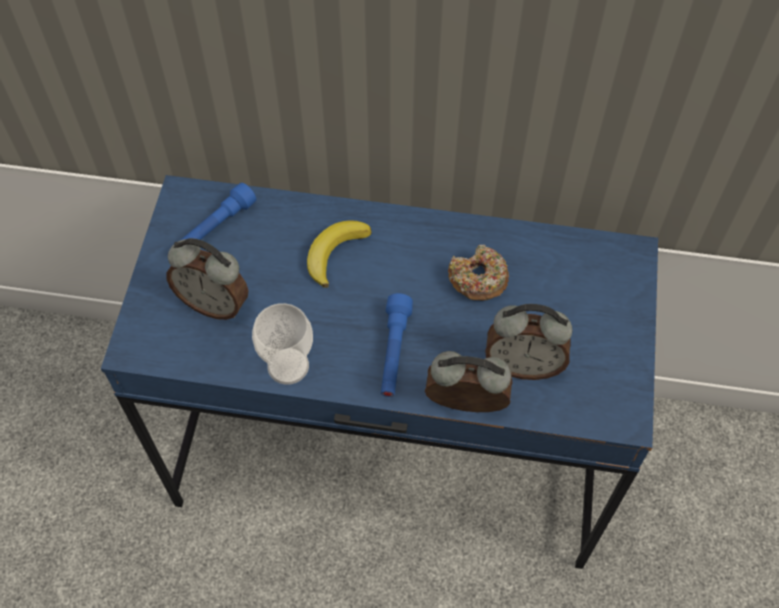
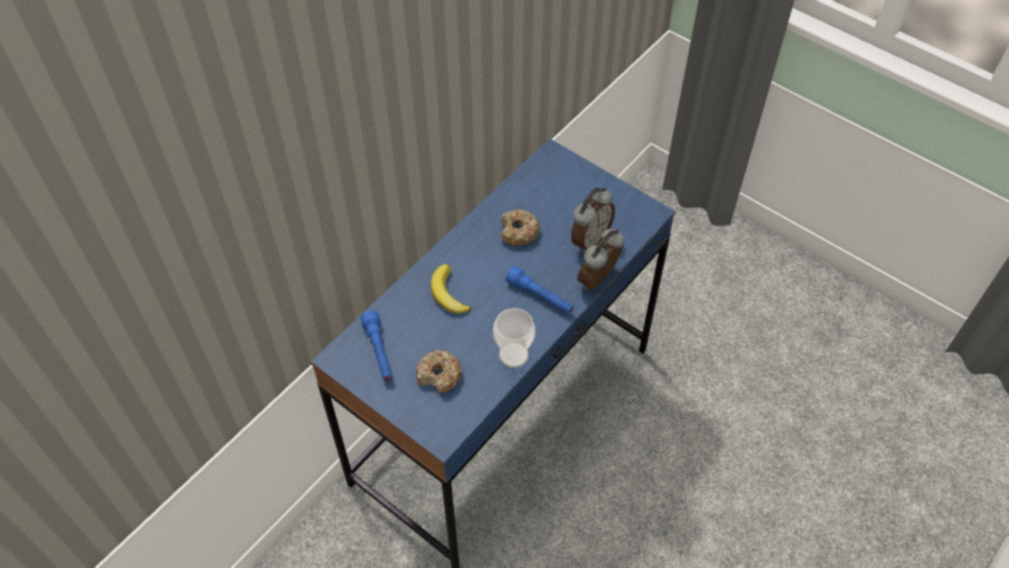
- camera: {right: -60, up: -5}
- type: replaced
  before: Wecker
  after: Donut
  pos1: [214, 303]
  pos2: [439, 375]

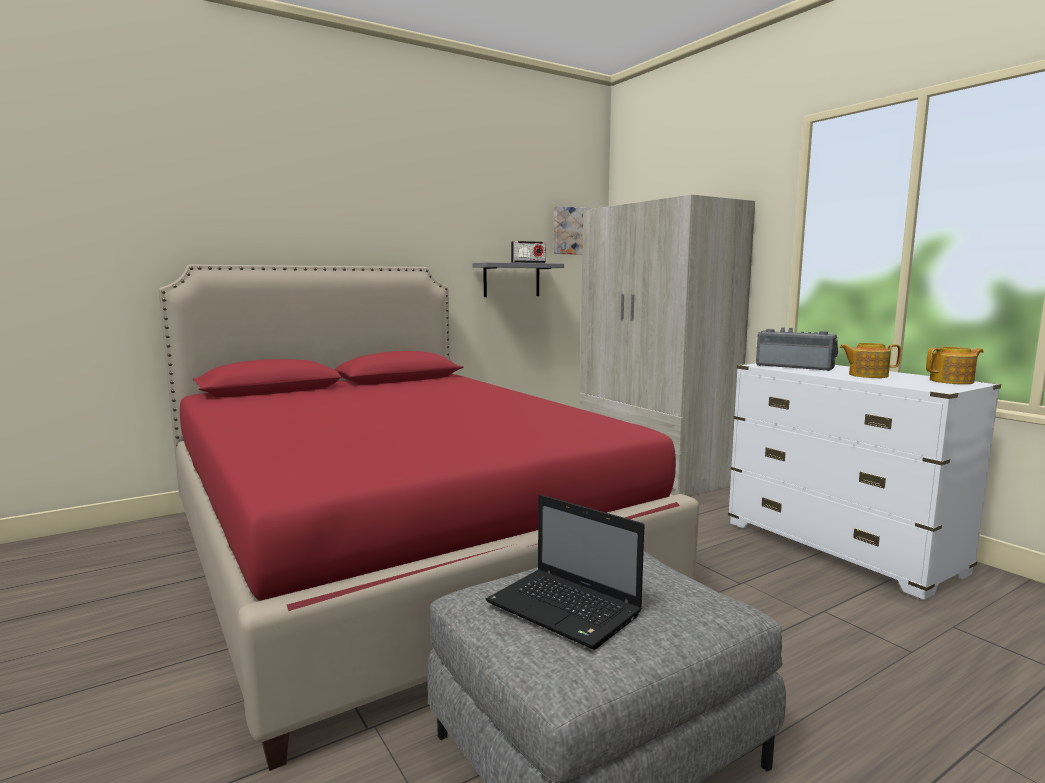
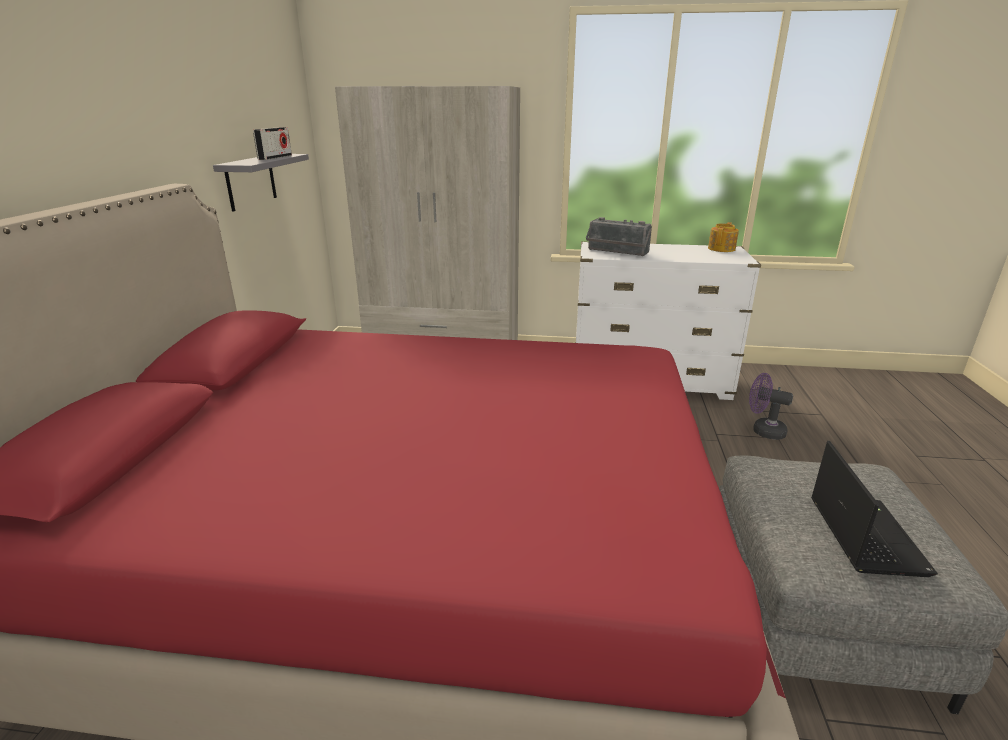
- camera: {right: -50, up: 15}
- type: removed
  before: Bild
  pos1: [572, 231]
- type: turned
  before: Radio
  pos1: [795, 367]
  pos2: [616, 252]
  turn: -135
- type: removed
  before: Teekanne
  pos1: [867, 375]
- type: turned
  before: Laptop
  pos1: [566, 610]
  pos2: [864, 534]
  turn: -75
- type: added
  after: Ventilator [lila]
  pos2: [763, 430]

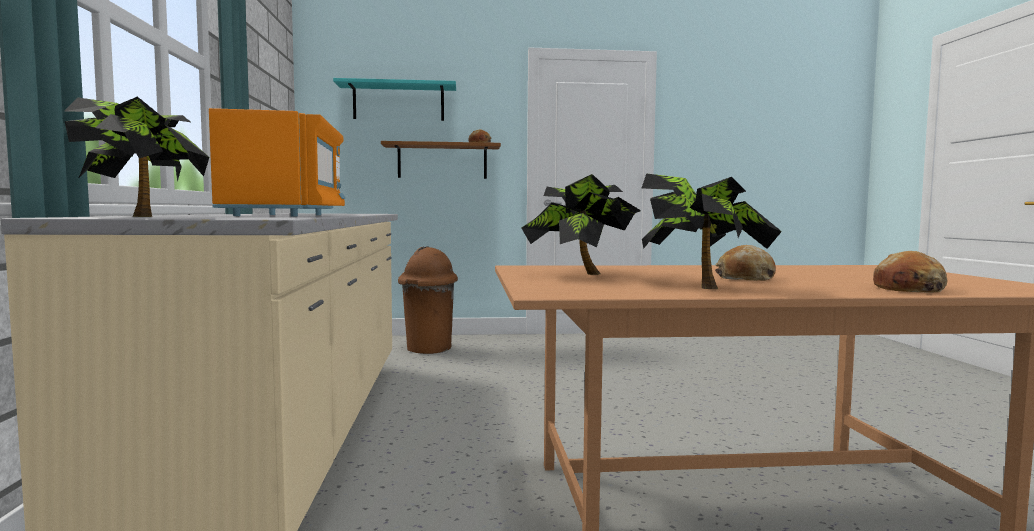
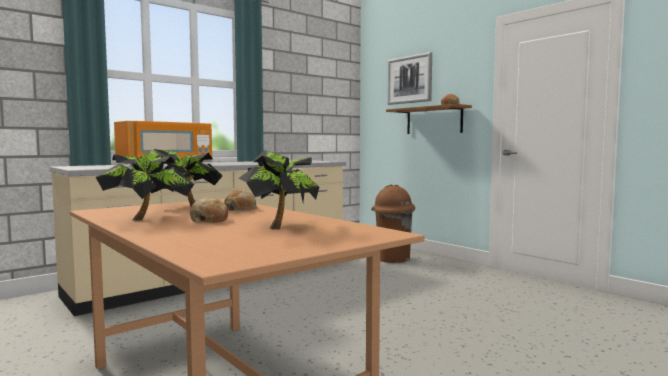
- camera: {right: 55, up: 0}
- type: replaced
  before: Wandregal [türkis]
  after: Bild
  pos1: [398, 103]
  pos2: [409, 79]
- type: moved
  before: Topfpflanze
  pos1: [142, 216]
  pos2: [281, 226]
- type: moved
  before: Brot
  pos1: [908, 289]
  pos2: [241, 209]

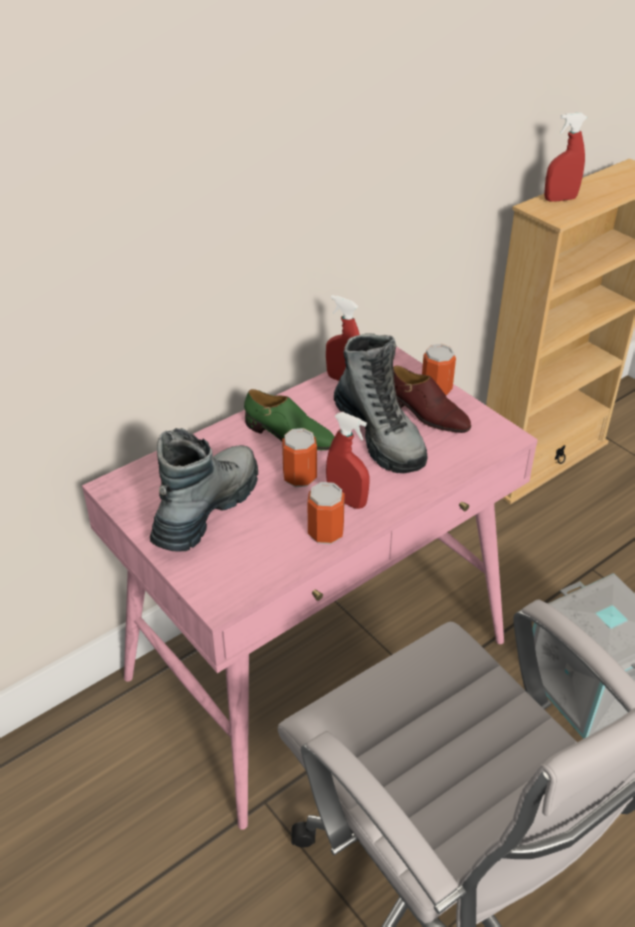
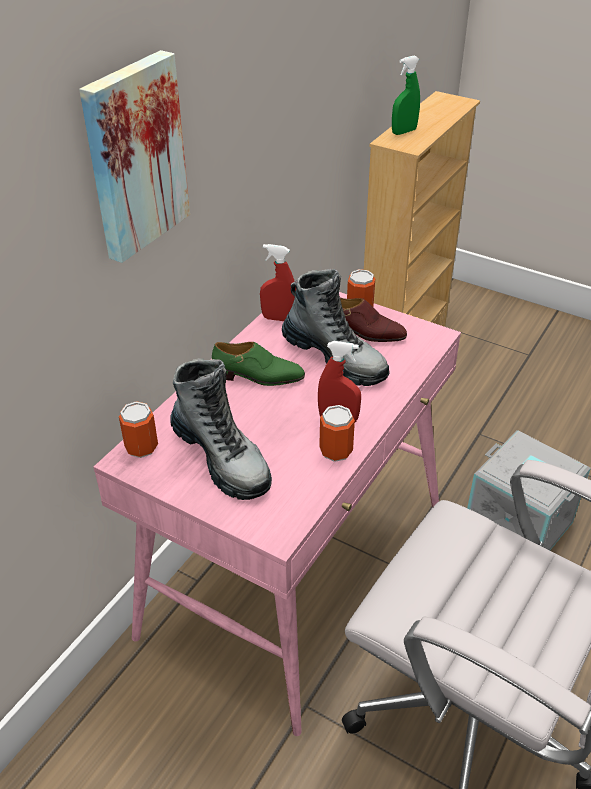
- camera: {right: -20, up: 0}
- type: recoloured
  before: Sprühflasche [rot]
  after: Sprühflasche [grün]
  pos1: [560, 199]
  pos2: [404, 132]
- type: turned
  before: Stiefel
  pos1: [206, 509]
  pos2: [221, 457]
  turn: 135
- type: moved
  before: Dose
  pos1: [300, 477]
  pos2: [141, 447]
- type: added
  after: Bild
  pos2: [133, 156]

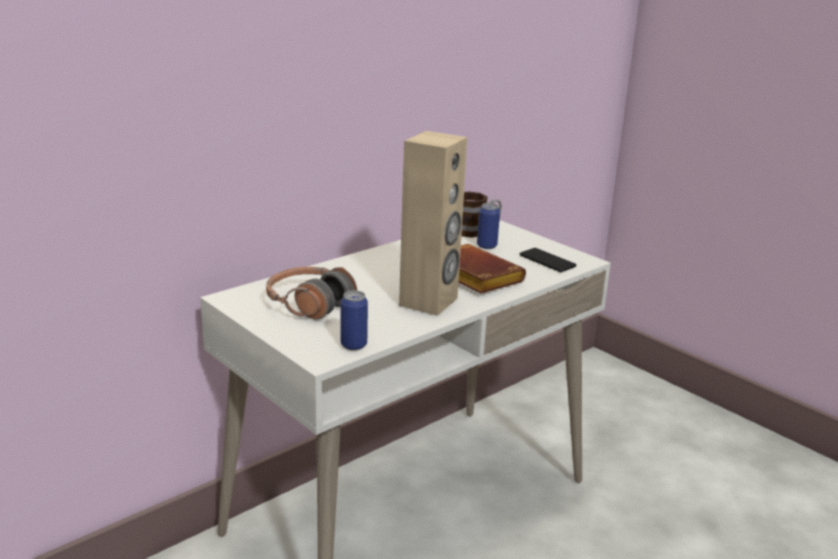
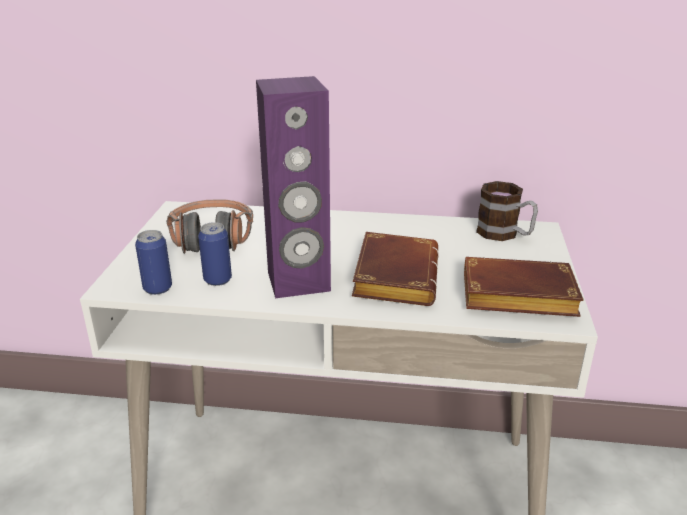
- camera: {right: 50, up: 5}
- type: recoloured
  before: Lautsprecher [beige]
  after: Lautsprecher [lila]
  pos1: [429, 302]
  pos2: [298, 282]
- type: moved
  before: Dose
  pos1: [487, 246]
  pos2: [217, 280]
- type: replaced
  before: Handy
  after: Buch [braun]
  pos1: [547, 261]
  pos2: [514, 297]

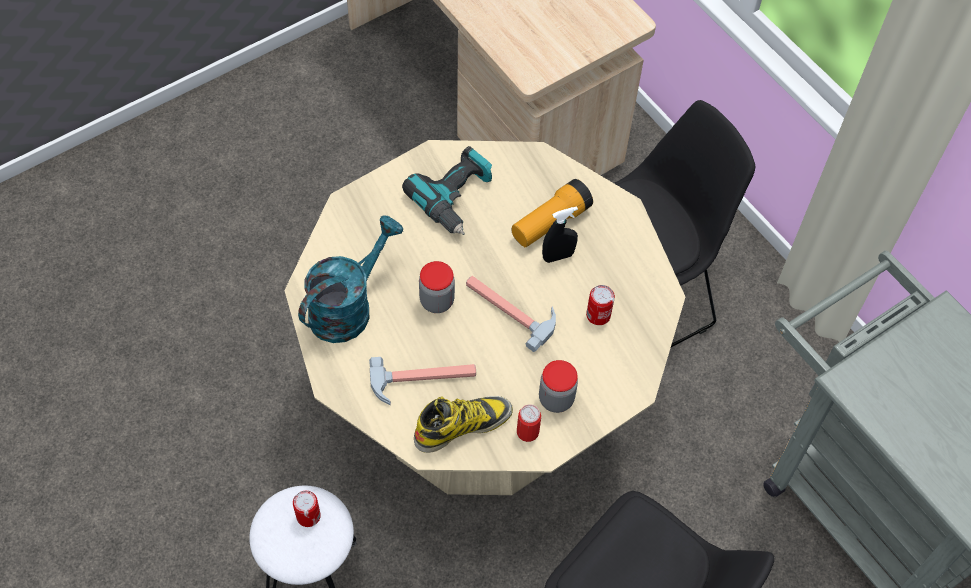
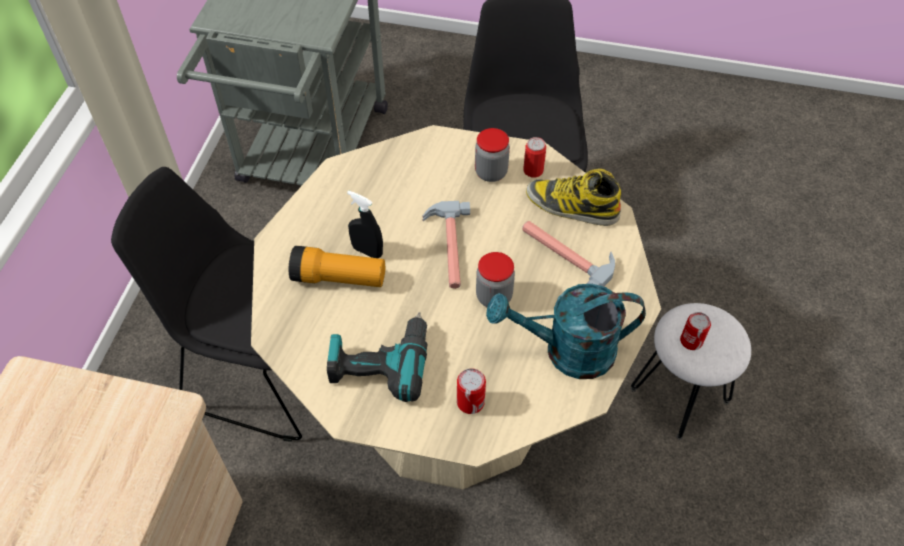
- camera: {right: -130, up: -5}
- type: moved
  before: Dose
  pos1: [598, 315]
  pos2: [470, 402]

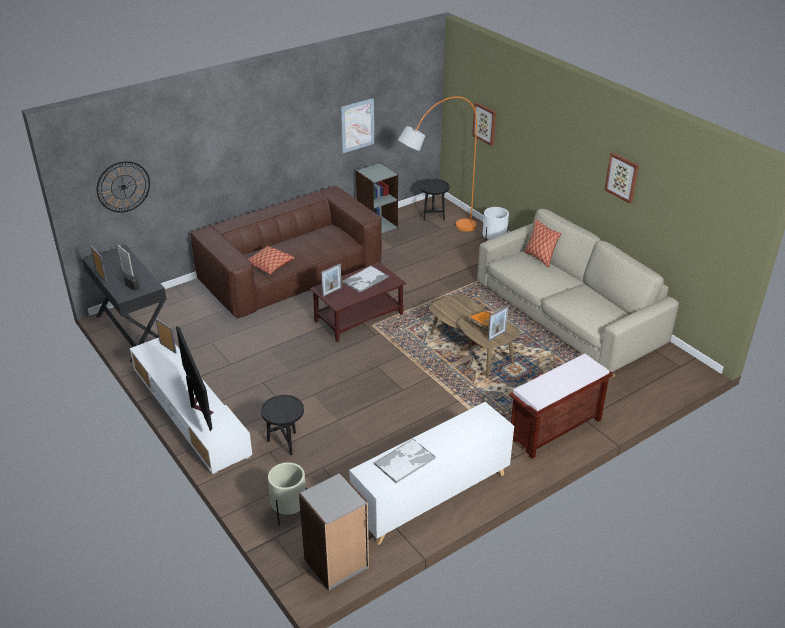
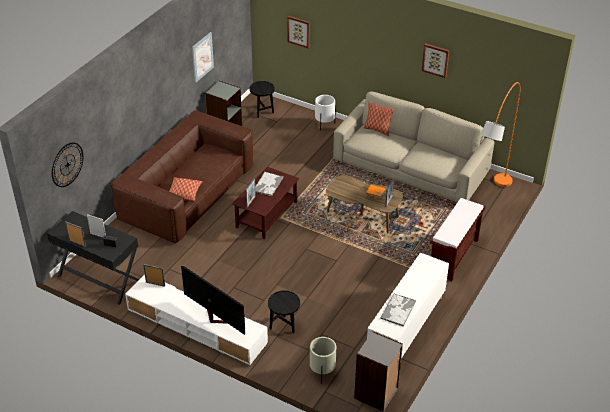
- camera: {right: -25, up: 5}
- type: moved
  before: Stehlampe [orange]
  pos1: [435, 237]
  pos2: [490, 200]

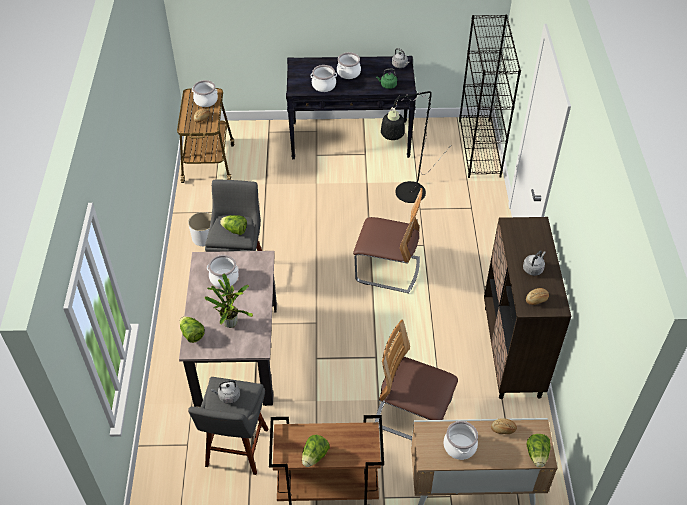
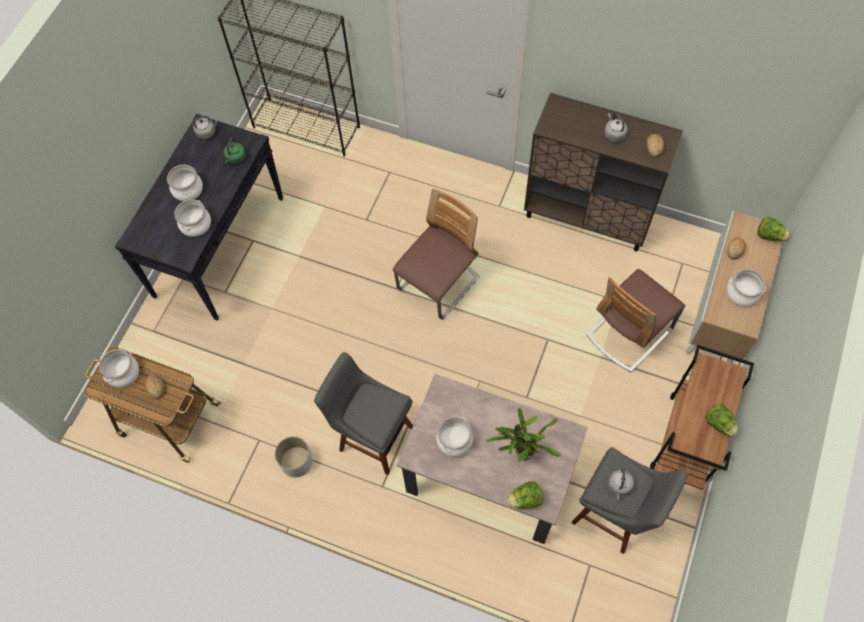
- camera: {right: -65, up: 15}
- type: removed
  before: Stehlampe [schwarz]
  pos1: [406, 197]
- type: removed
  before: Salatkopf
  pos1: [235, 230]

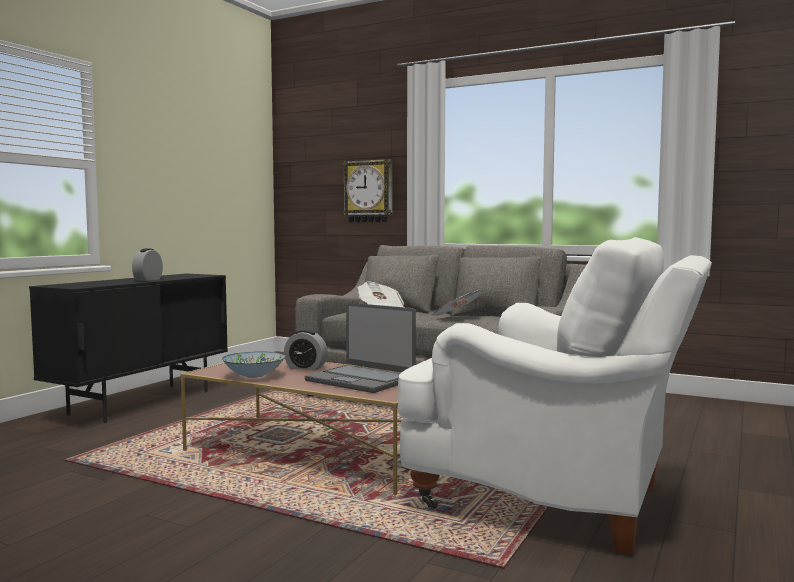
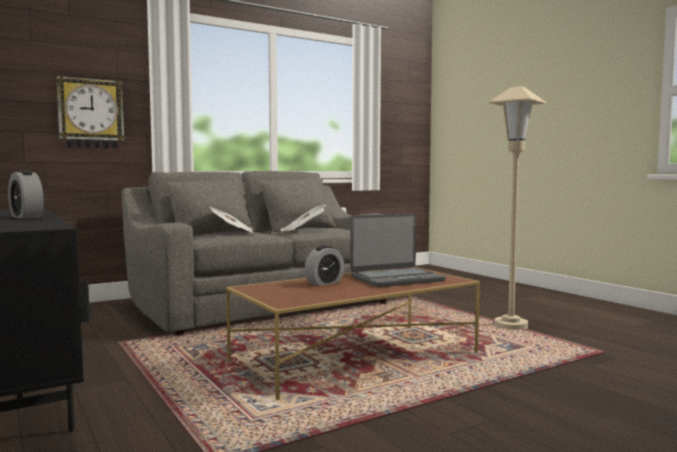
- camera: {right: -60, up: 0}
- type: replaced
  before: Sessel [weiß]
  after: Stehlampe [beige]
  pos1: [553, 499]
  pos2: [511, 326]
- type: removed
  before: Schüssel
  pos1: [254, 376]

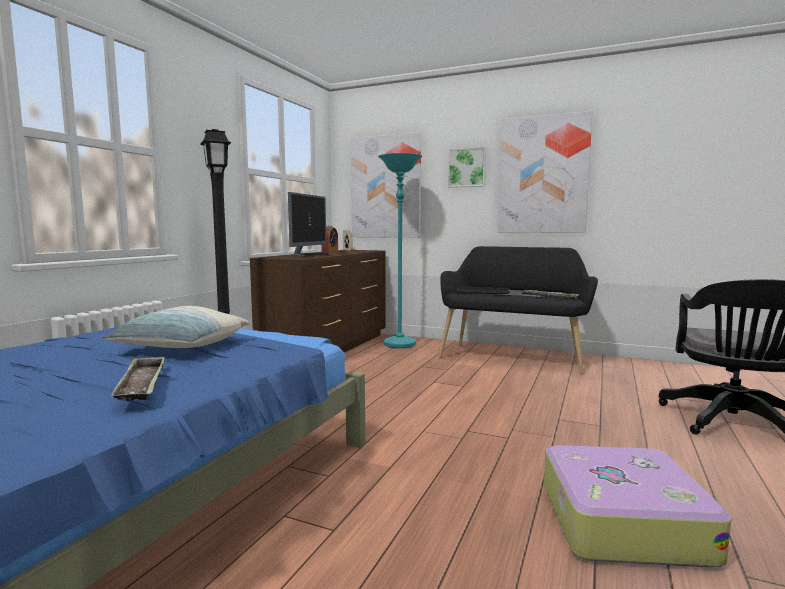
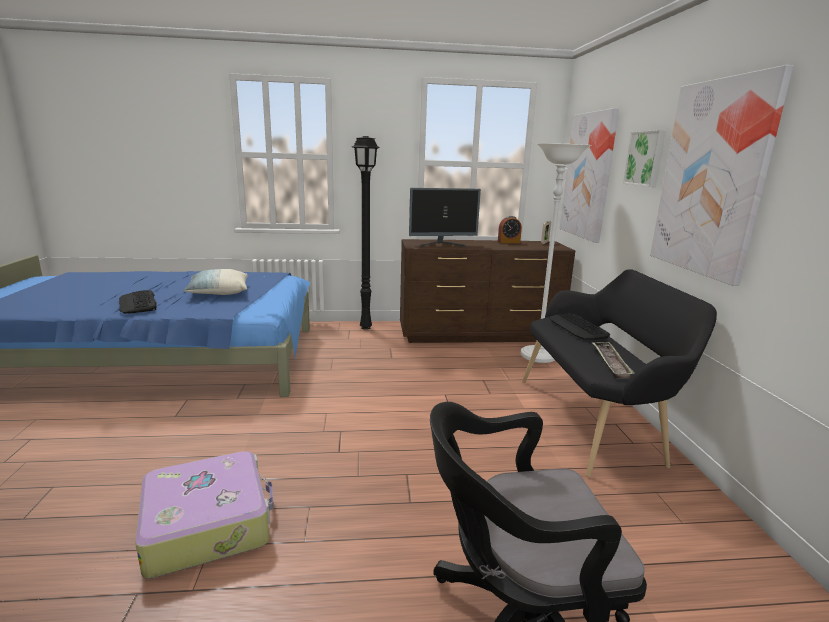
- camera: {right: 60, up: 10}
- type: recoloured
  before: Stehlampe [türkis]
  after: Stehlampe [weiß]
  pos1: [400, 344]
  pos2: [538, 356]
- type: replaced
  before: Tablett
  after: Tastatur
  pos1: [142, 384]
  pos2: [138, 303]

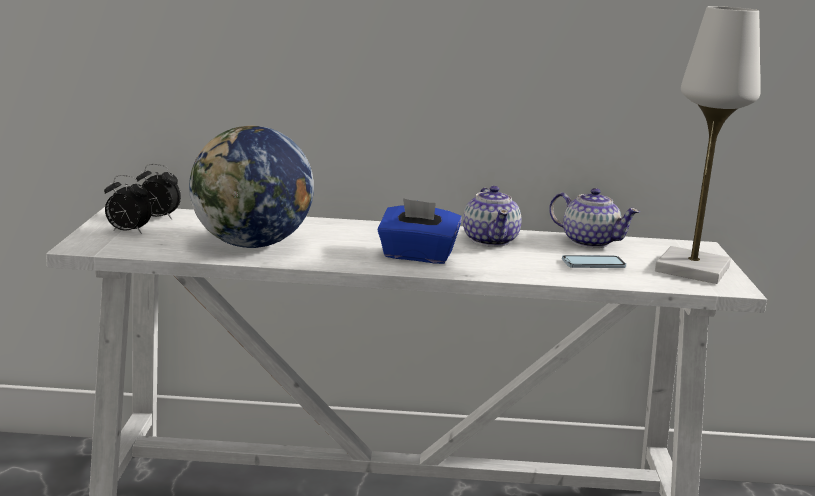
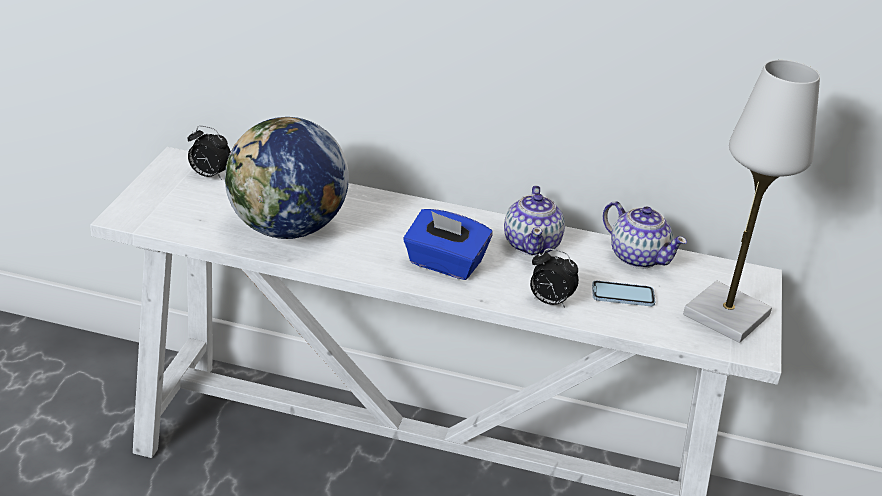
- camera: {right: 10, up: 15}
- type: moved
  before: Wecker
  pos1: [127, 232]
  pos2: [549, 302]

